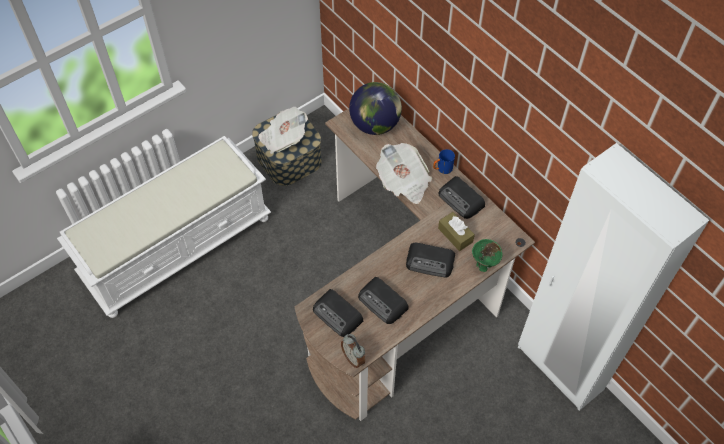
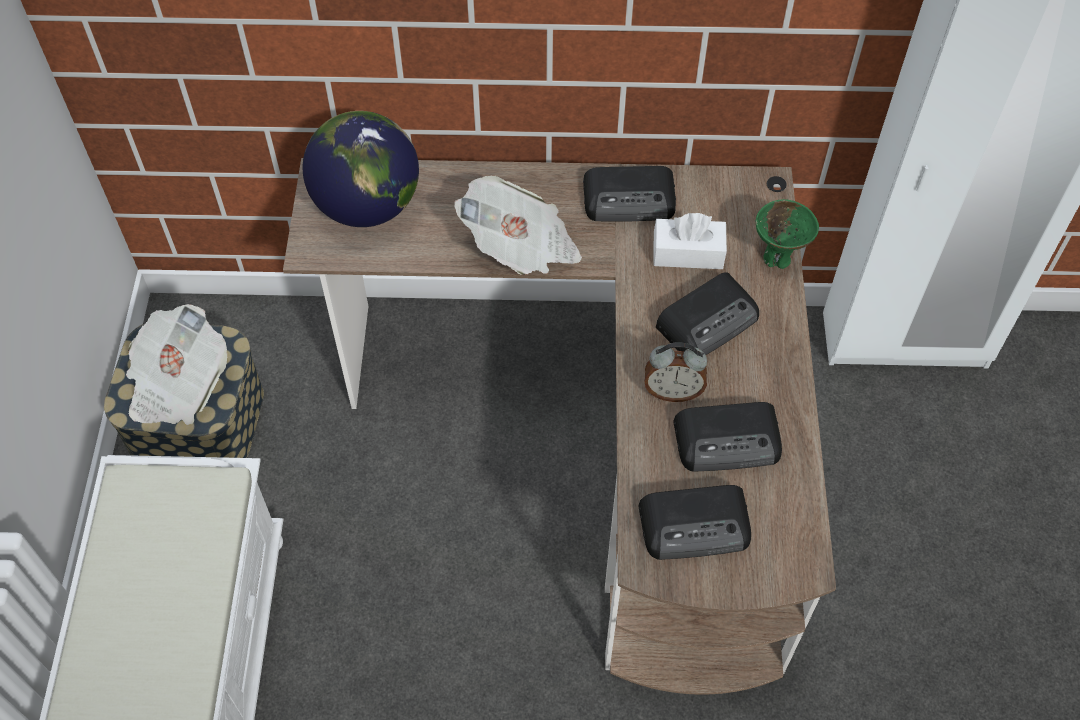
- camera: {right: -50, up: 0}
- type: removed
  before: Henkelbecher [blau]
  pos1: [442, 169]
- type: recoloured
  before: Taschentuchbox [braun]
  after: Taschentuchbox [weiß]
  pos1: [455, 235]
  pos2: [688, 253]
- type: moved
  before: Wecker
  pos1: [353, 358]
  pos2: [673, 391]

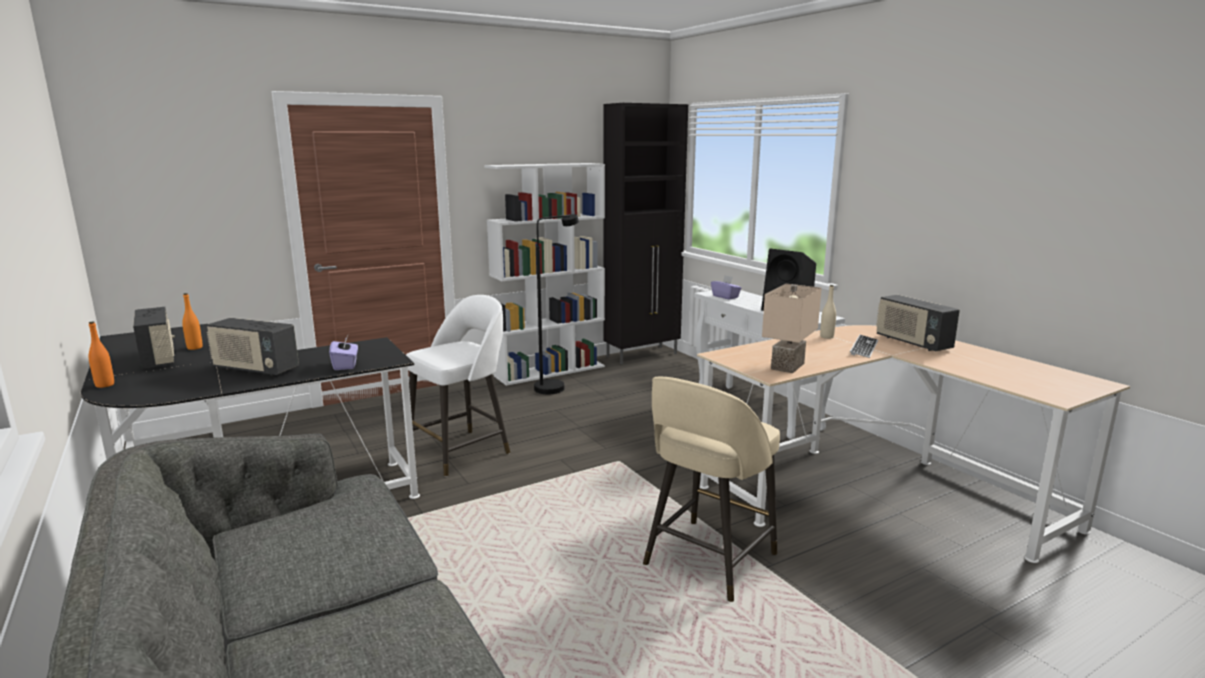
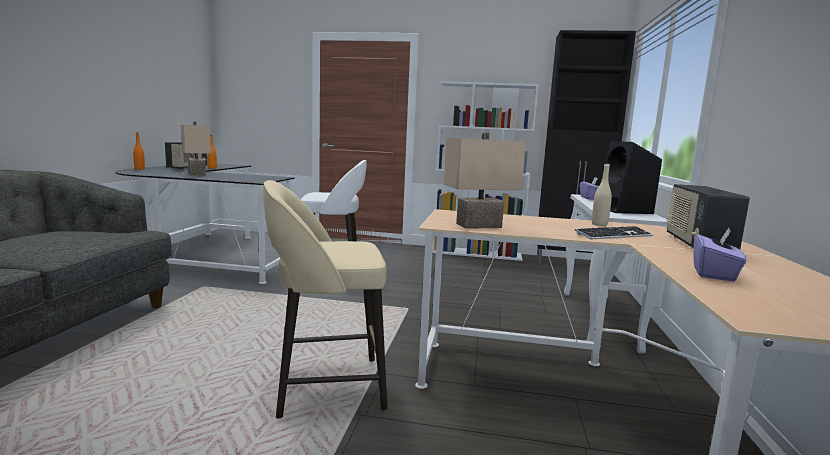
- camera: {right: 40, up: -5}
- type: removed
  before: Stehlampe [schwarz]
  pos1: [555, 386]
- type: replaced
  before: Radio
  after: Tischlampe [beige]
  pos1: [255, 369]
  pos2: [198, 174]
- type: moved
  before: Taschentuchbox [lila]
  pos1: [345, 365]
  pos2: [714, 274]

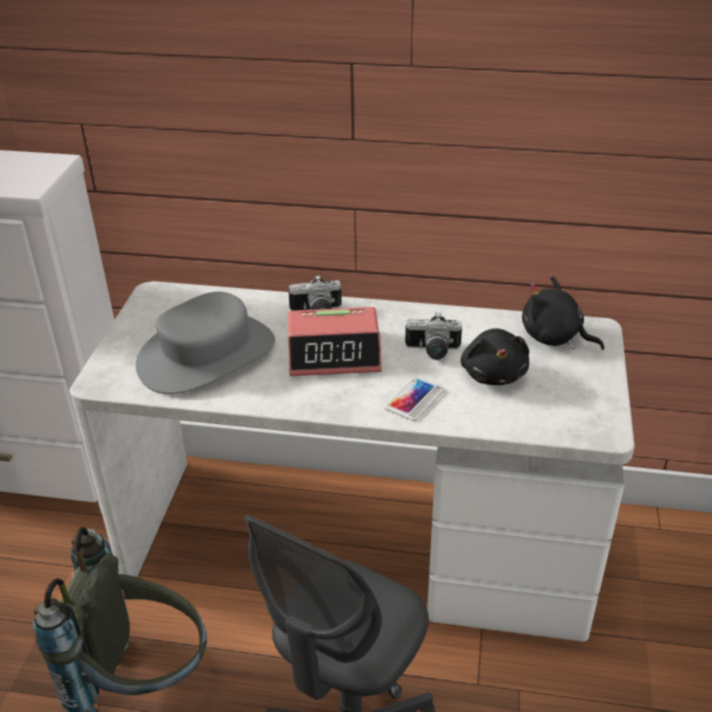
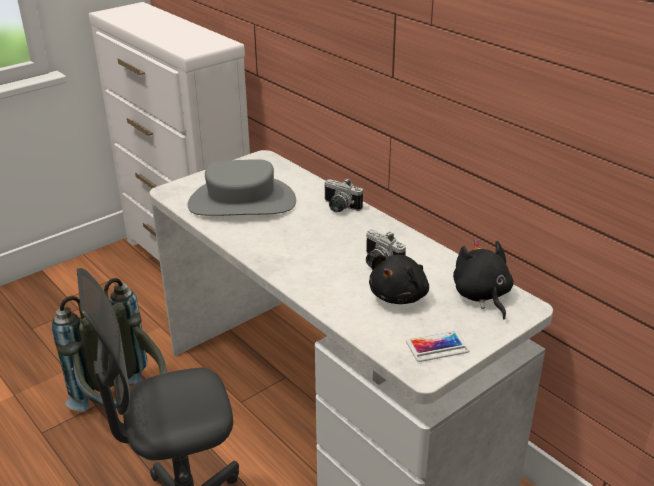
- camera: {right: 40, up: -5}
- type: removed
  before: Wecker
  pos1: [335, 353]
- type: moved
  before: Handy
  pos1: [414, 399]
  pos2: [437, 346]

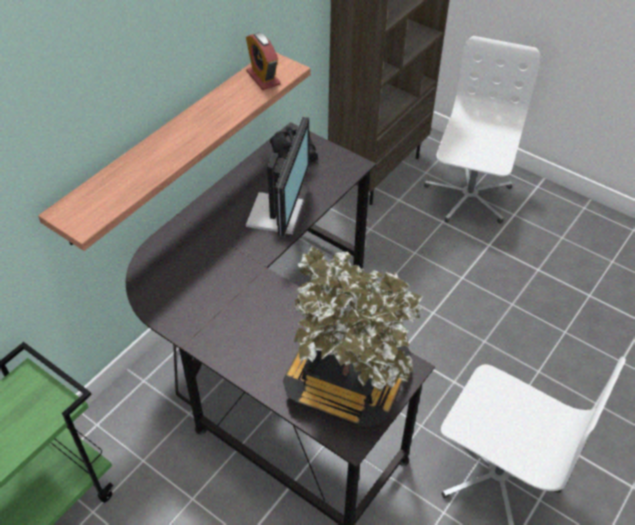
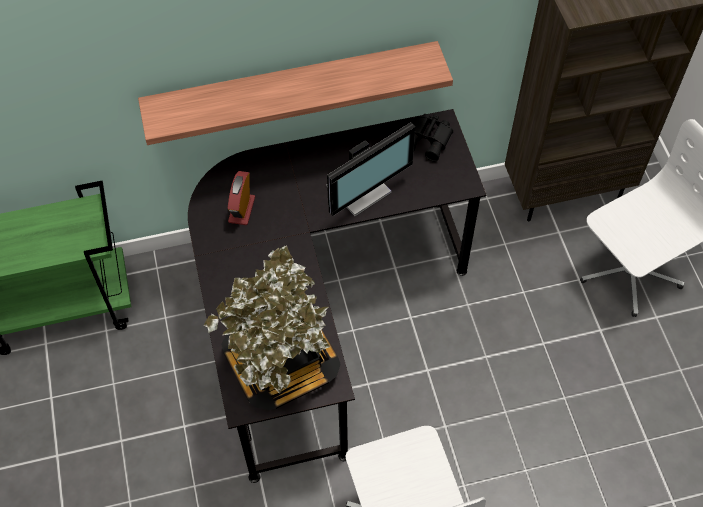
- camera: {right: 40, up: 10}
- type: moved
  before: Wecker
  pos1: [263, 78]
  pos2: [241, 209]

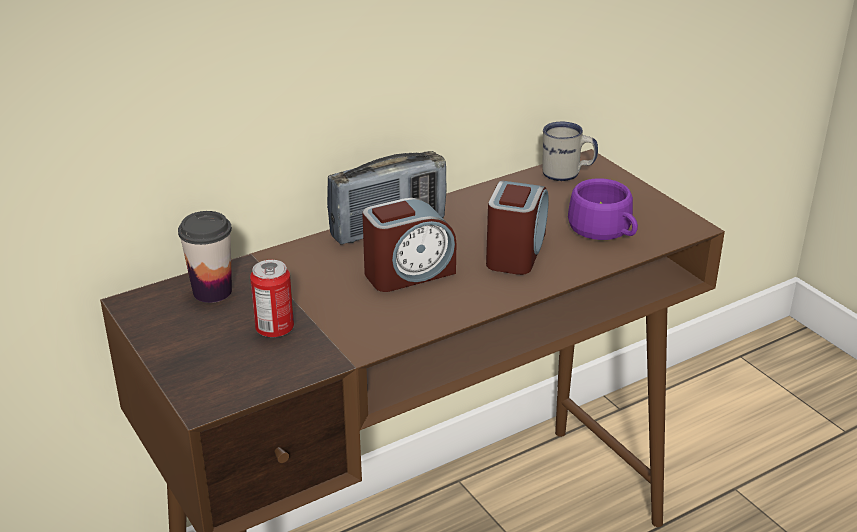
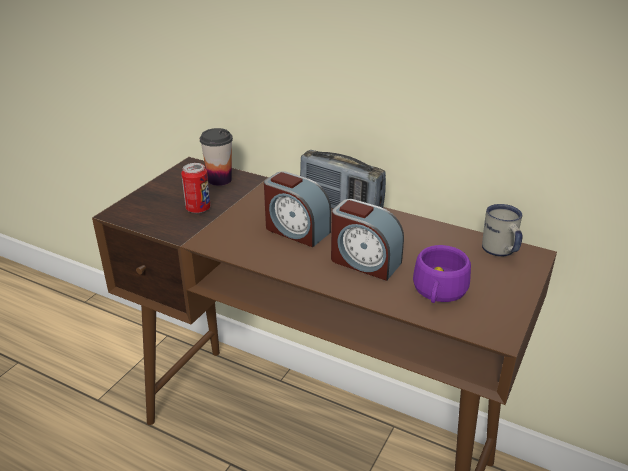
- camera: {right: 60, up: 0}
- type: turned
  before: Wecker
  pos1: [516, 251]
  pos2: [364, 262]
  turn: 45

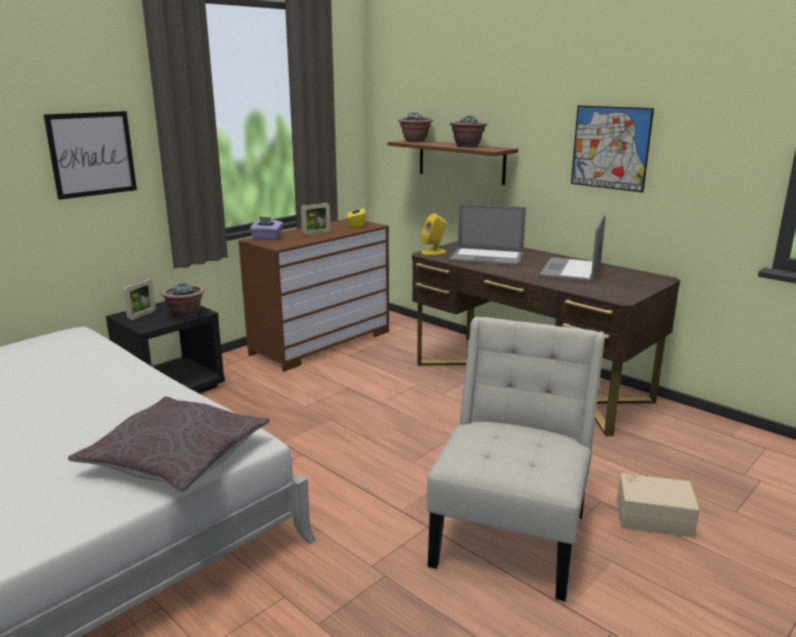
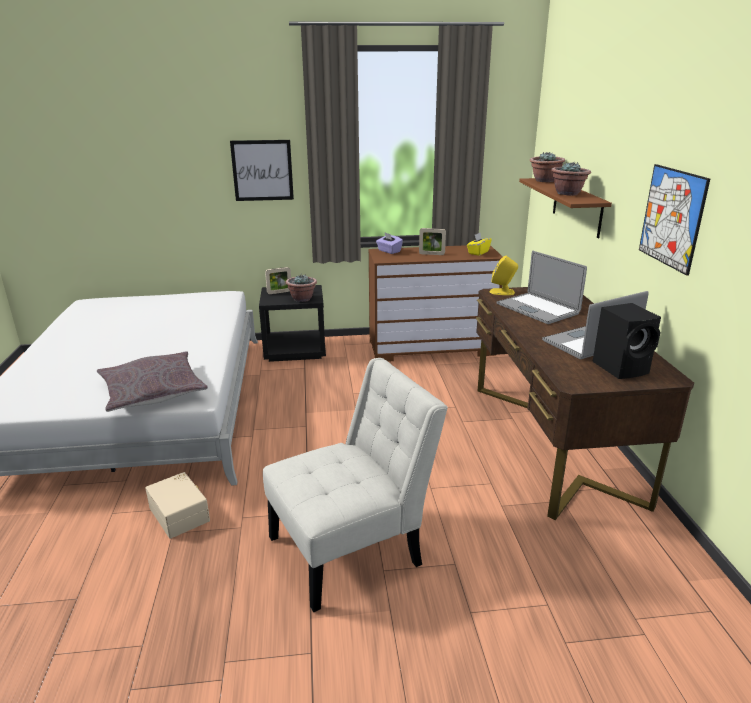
- camera: {right: 40, up: 5}
- type: moved
  before: Aufbewahrungsbox [beige]
  pos1: [653, 516]
  pos2: [180, 513]
- type: added
  after: Lautsprecher [schwarz]
  pos2: [622, 368]

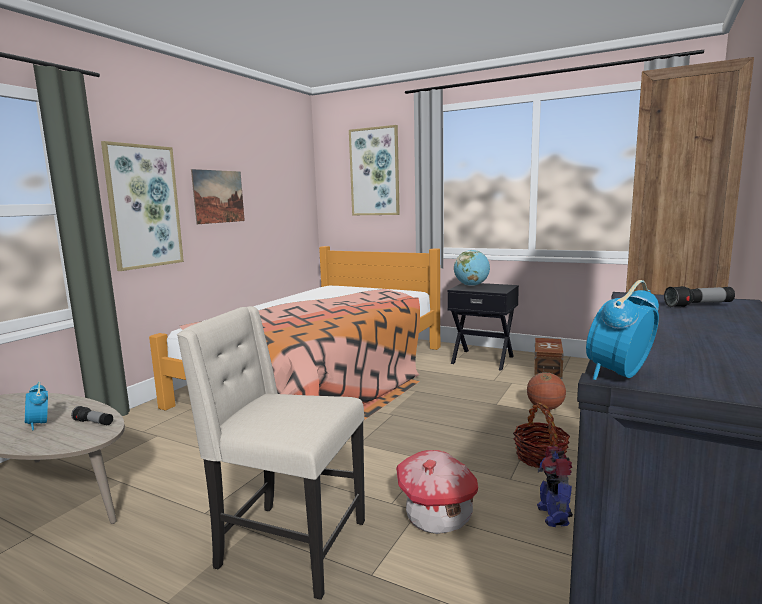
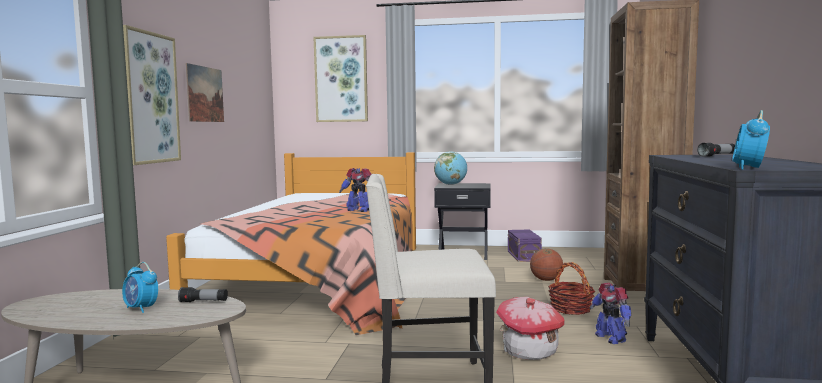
- camera: {right: -20, up: -5}
- type: recoloured
  before: Aufbewahrungsbox [braun]
  after: Aufbewahrungsbox [lila]
  pos1: [548, 369]
  pos2: [524, 255]
- type: added
  after: Spielzeugroboter
  pos2: [359, 210]

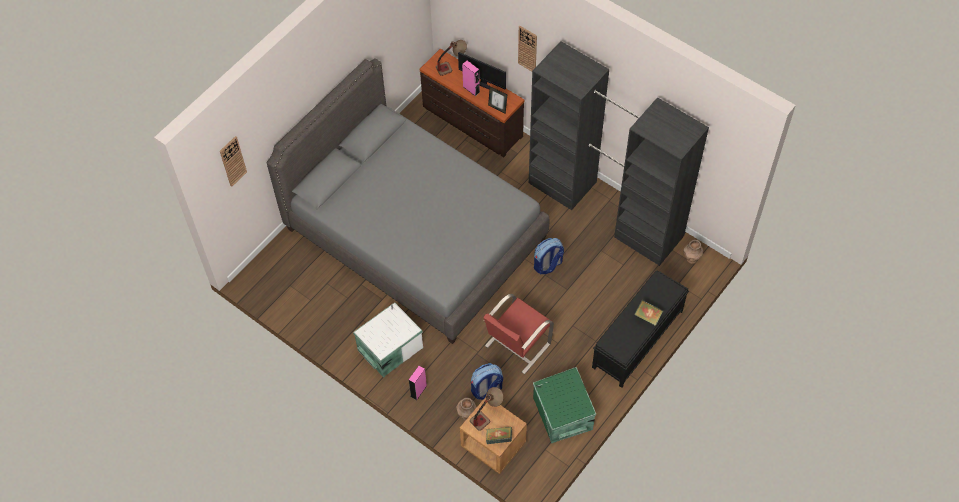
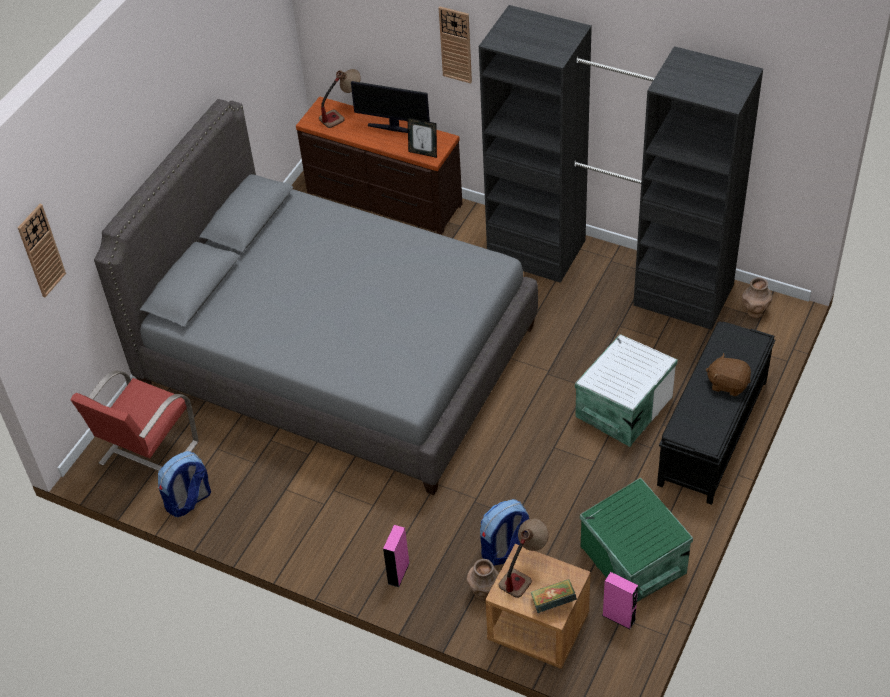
- camera: {right: -10, up: -10}
- type: moved
  before: Lautsprecher [rosa]
  pos1: [471, 89]
  pos2: [618, 617]
- type: moved
  before: Rucksack
  pos1: [547, 265]
  pos2: [188, 501]
- type: moved
  before: Stuhl [rot]
  pos1: [516, 345]
  pos2: [147, 454]
- type: replaced
  before: Buch
  after: Plüschtier [braun]
  pos1: [648, 316]
  pos2: [728, 384]
- type: moved
  before: Aufbewahrungsbox [weiß]
  pos1: [389, 347]
  pos2: [622, 407]

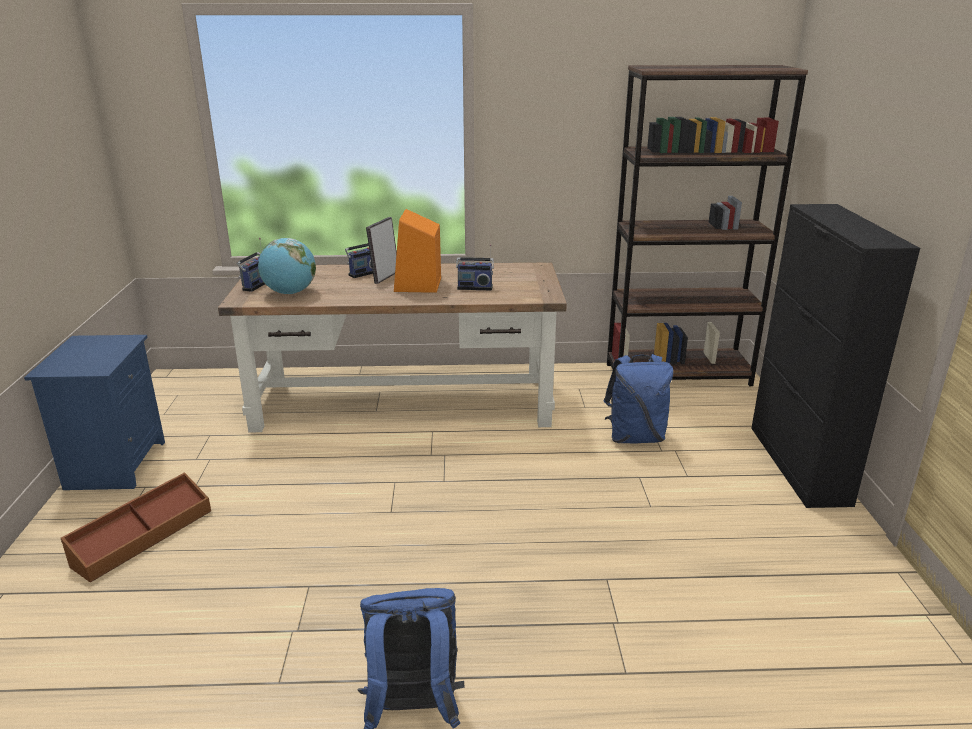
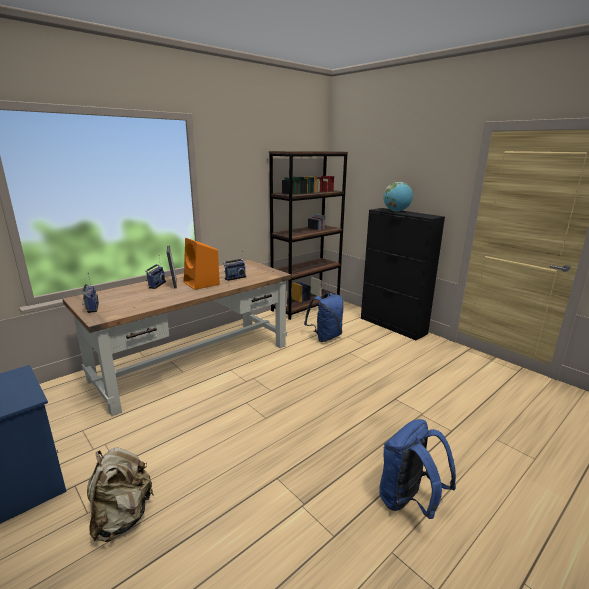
- camera: {right: -40, up: -5}
- type: moved
  before: Globus
  pos1: [290, 293]
  pos2: [396, 211]
- type: replaced
  before: Aufbewahrungsbox [braun]
  after: Rucksack [beige]
  pos1: [143, 537]
  pos2: [122, 517]

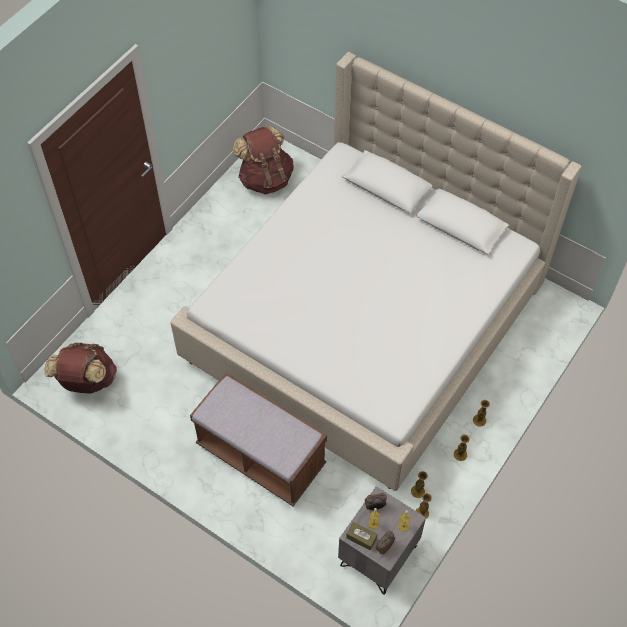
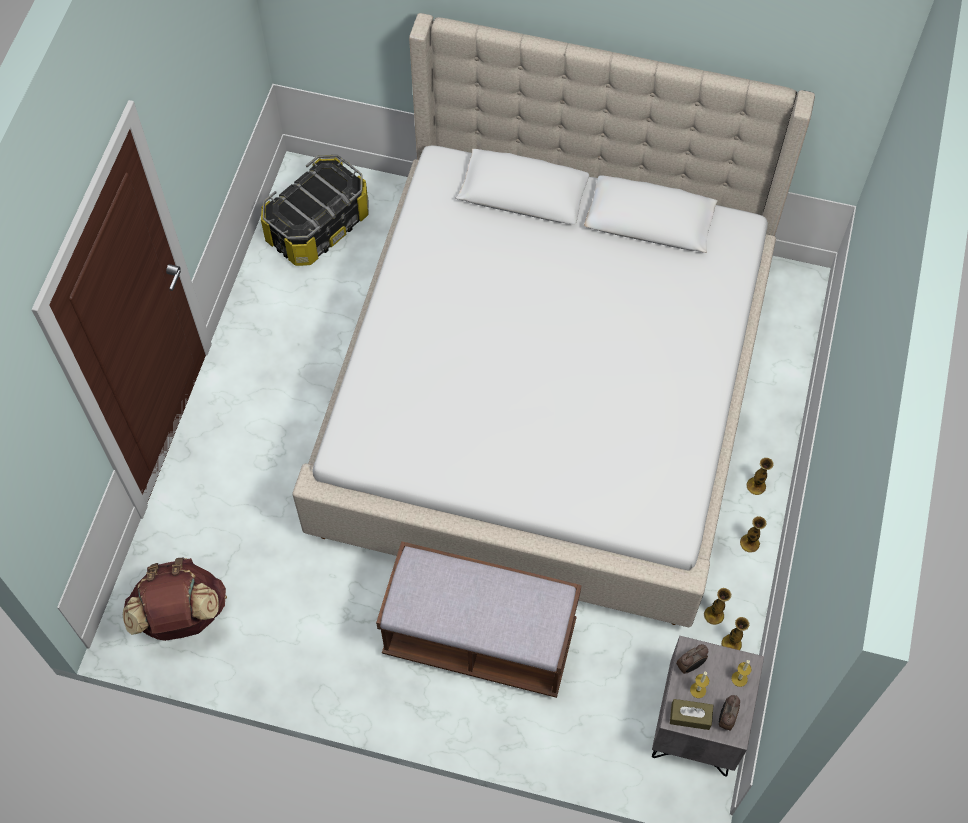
- camera: {right: -20, up: 5}
- type: replaced
  before: Rucksack [braun]
  after: Aufbewahrungsbox
  pos1: [265, 179]
  pos2: [317, 226]

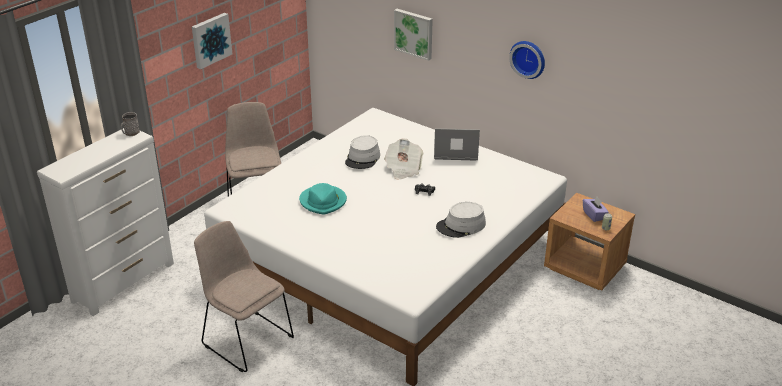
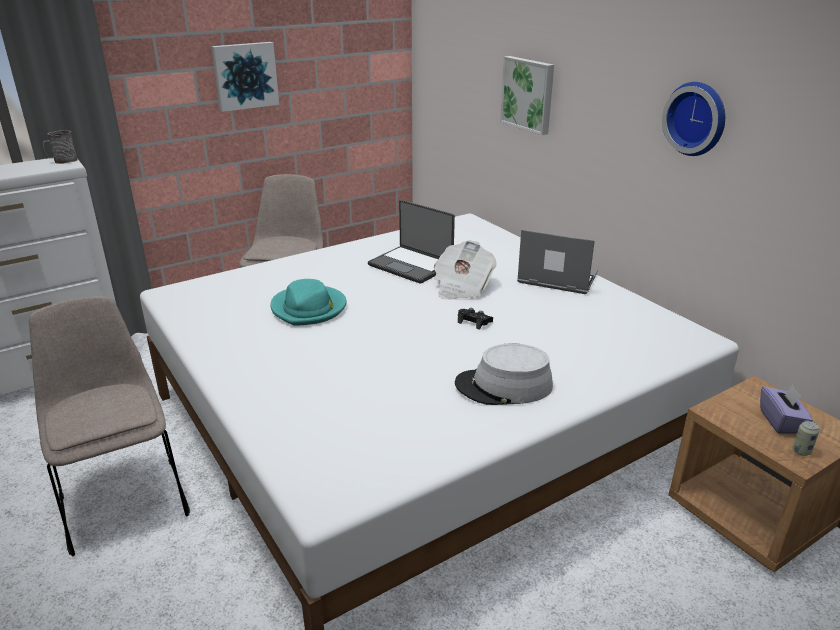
- camera: {right: 20, up: -5}
- type: replaced
  before: Hut [grau]
  after: Laptop
  pos1: [363, 158]
  pos2: [411, 265]

